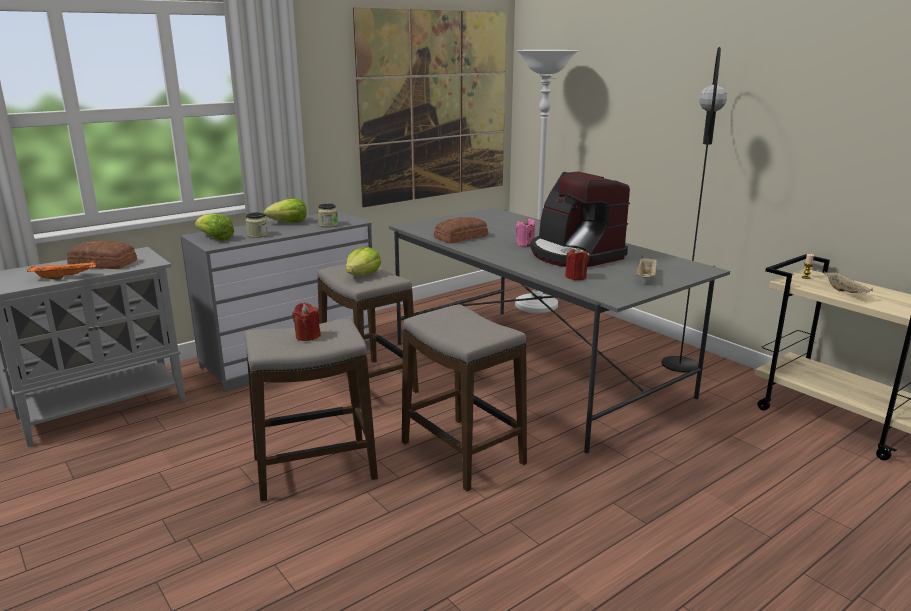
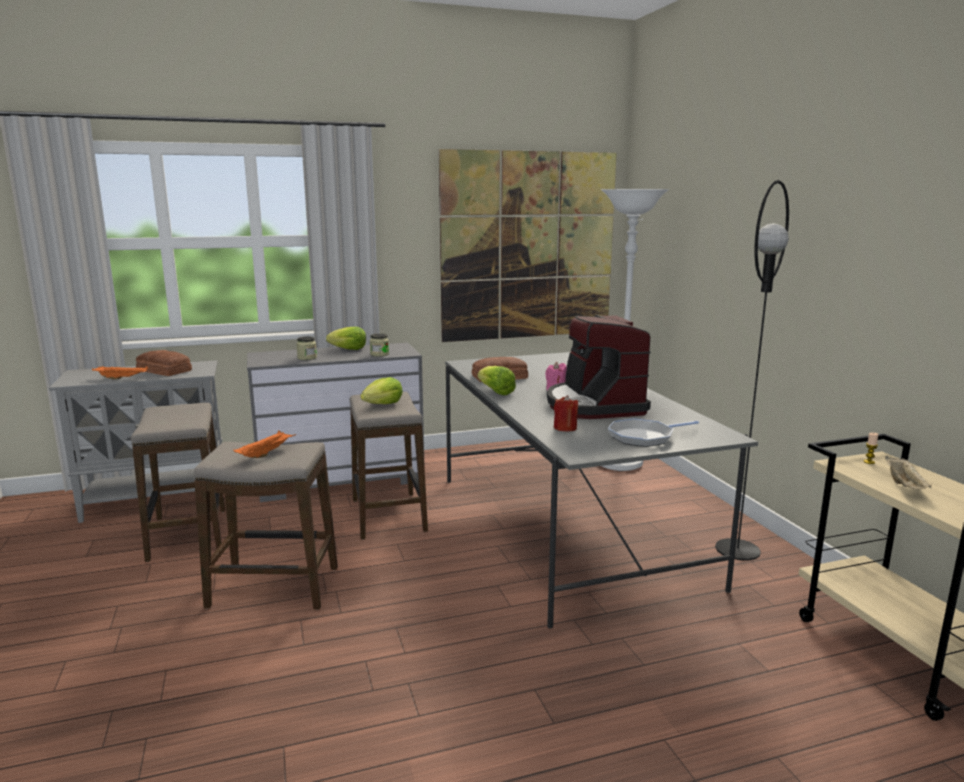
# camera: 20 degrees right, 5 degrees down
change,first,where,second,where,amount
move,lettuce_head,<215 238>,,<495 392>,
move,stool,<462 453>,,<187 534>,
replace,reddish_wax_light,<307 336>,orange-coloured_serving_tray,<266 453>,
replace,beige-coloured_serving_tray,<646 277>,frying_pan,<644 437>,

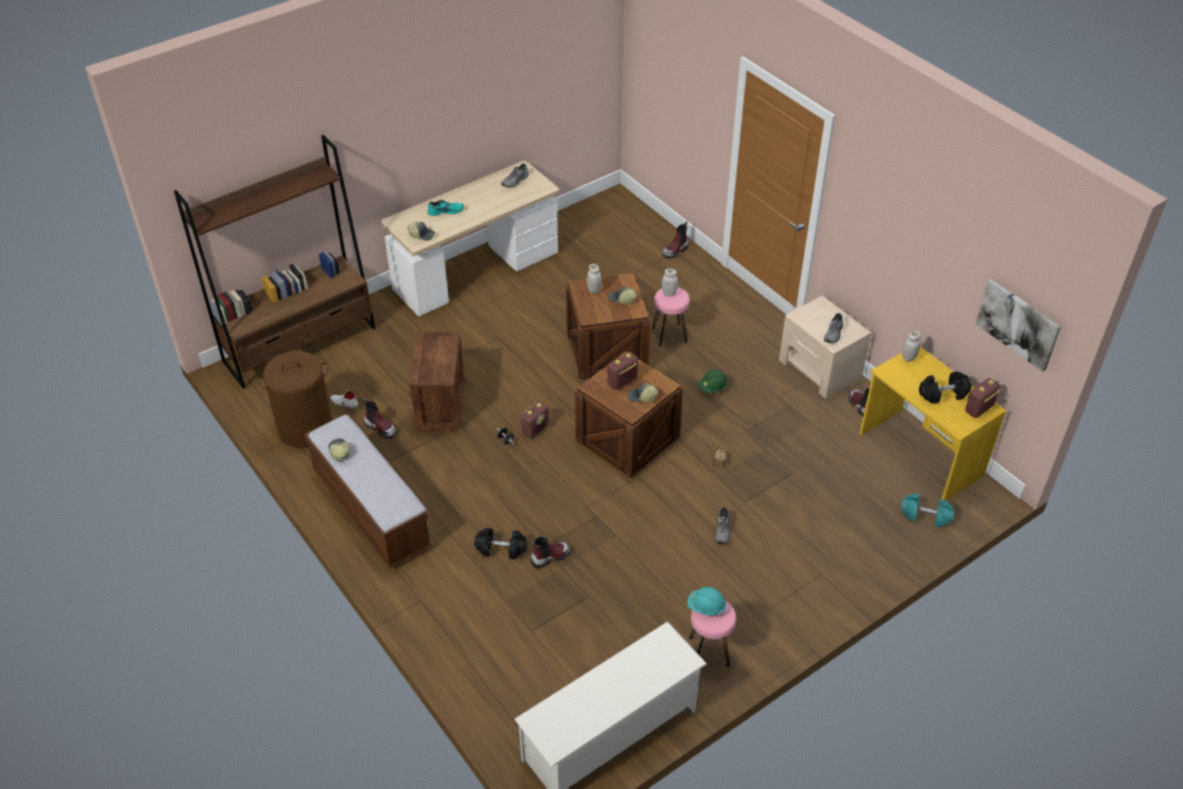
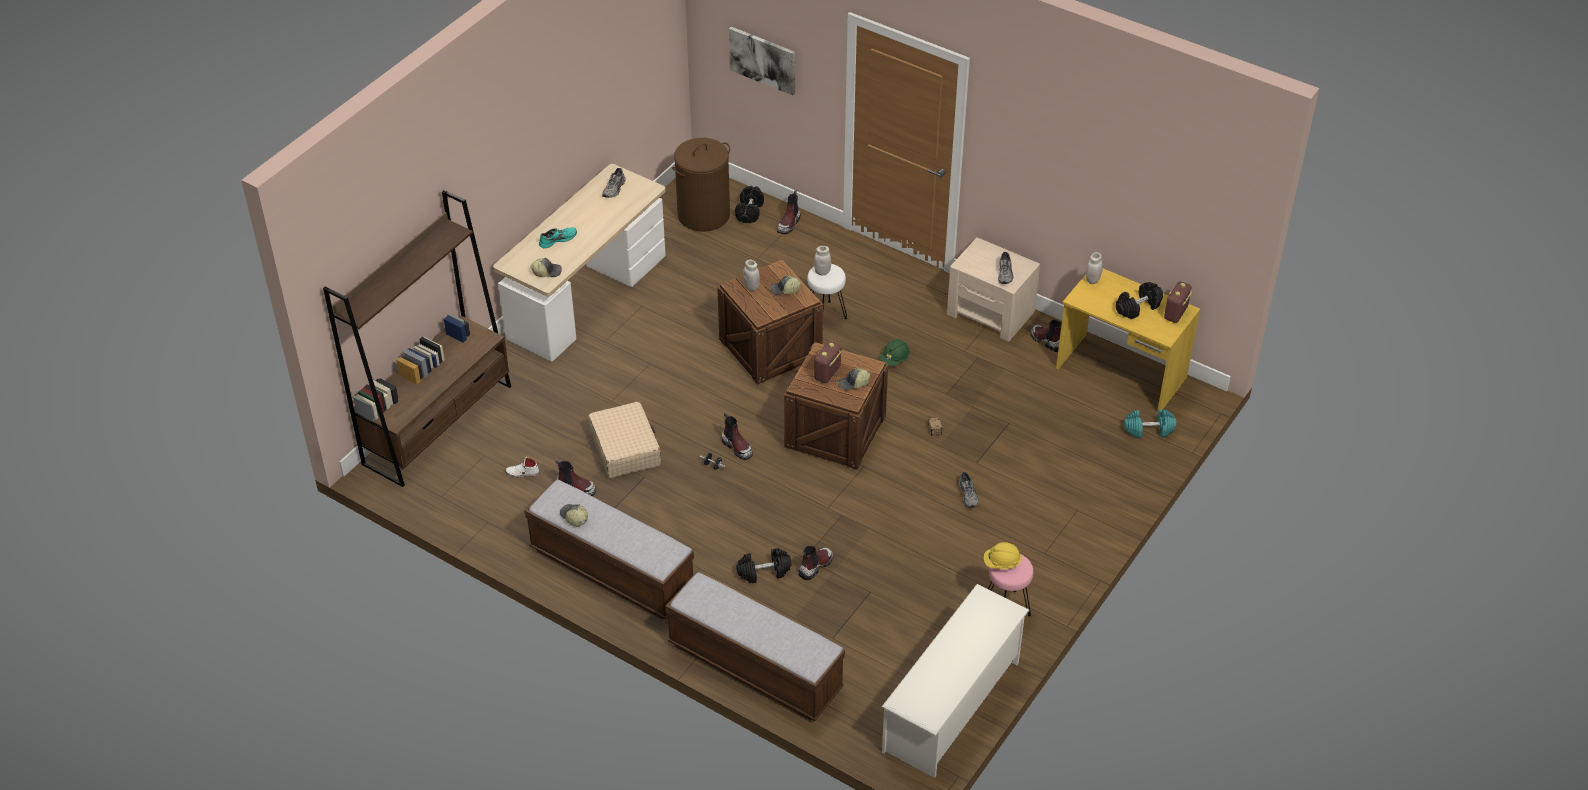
# camera: 20 degrees left, 0 degrees up
change,first,where,second,where,amount
insert,,,bench,<755 667>,
insert,,,black-coloured_free_weight,<749 212>,
move,brownish_washing_basket,<306 428>,,<703 214>,
move,wall_art,<1018 324>,,<763 59>,
replace,shipping_crate,<439 404>,beige-coloured_suitcase,<625 448>,
replace,radio_set,<535 429>,tall_boot,<737 447>,
recolor,pink_stool,<670 334>,whitish_stool,<826 315>,
recolor,turquoise_hard_hat,<706 607>,yellowish_hard_hat,<1002 563>,

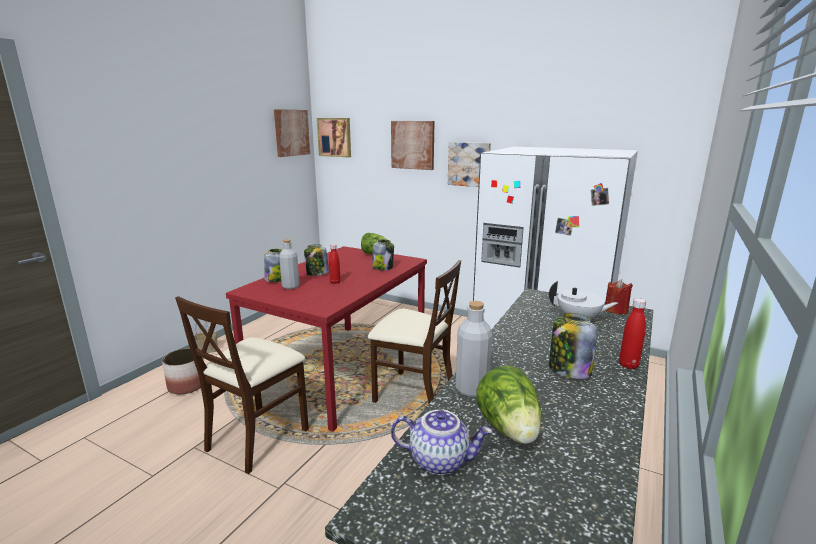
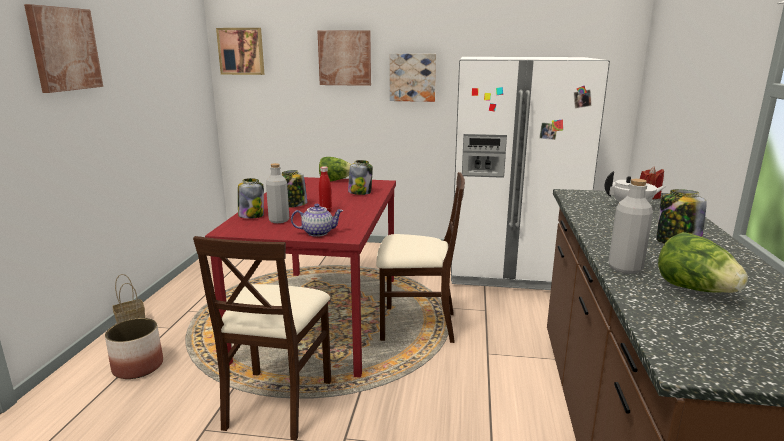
# camera: 20 degrees left, 0 degrees up
change,first,where,second,where,amount
delete,reddish_beverage_bottle,<628 365>,,,
move,wall_art,<291 132>,,<64 49>,
move,tea_pot,<440 460>,,<318 232>,

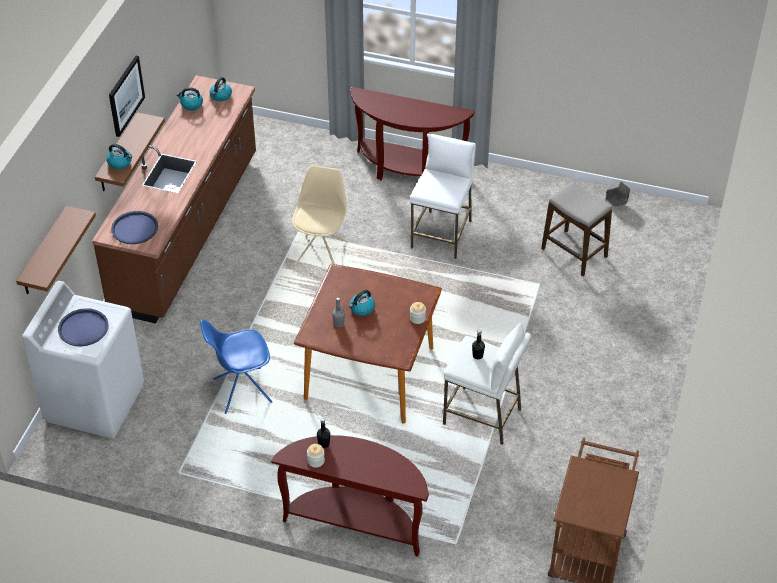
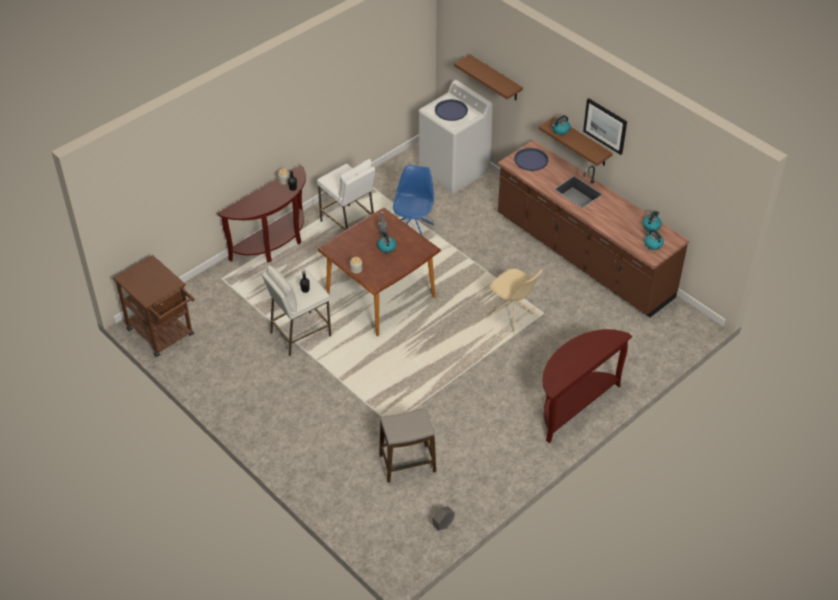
# camera: 120 degrees right, 0 degrees up
change,first,where,second,where,amount
move,whitish_stool,<442 234>,,<348 224>,

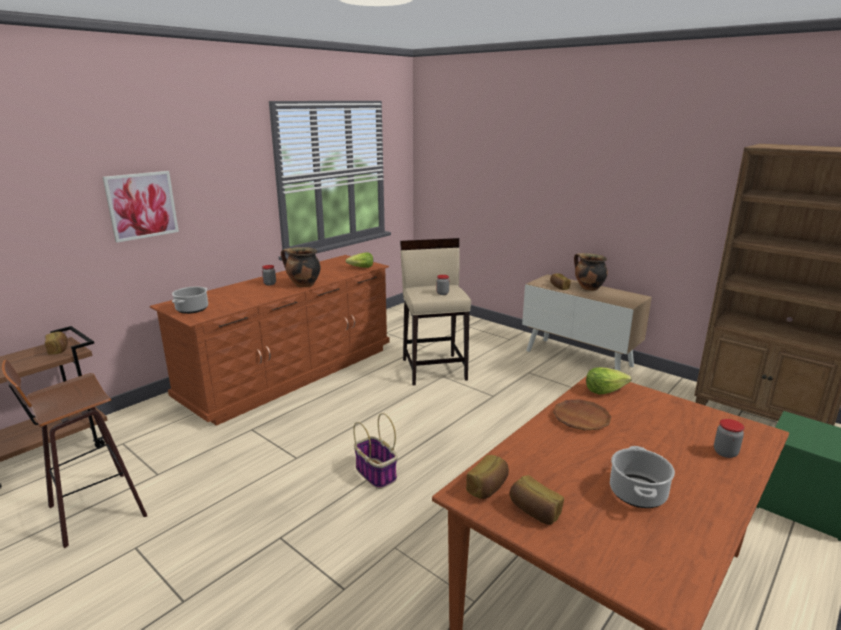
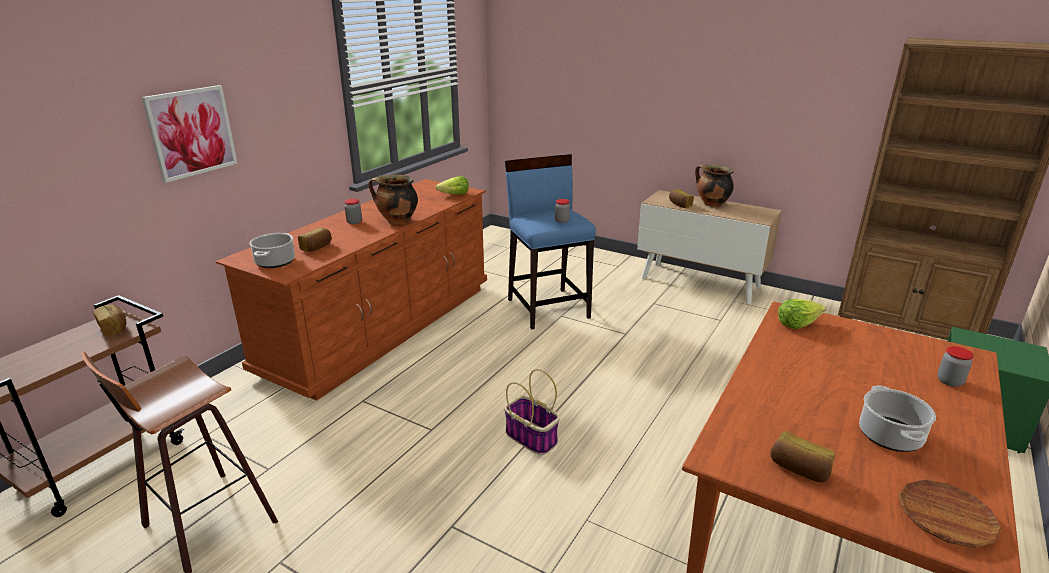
# camera: 10 degrees left, 5 degrees up
change,first,where,second,where,amount
move,baked_bread,<488 487>,,<317 247>,
move,brownish_dinner_plate,<581 418>,,<945 517>,
recolor,beige-coloured_stool,<434 369>,blue_stool,<548 308>,

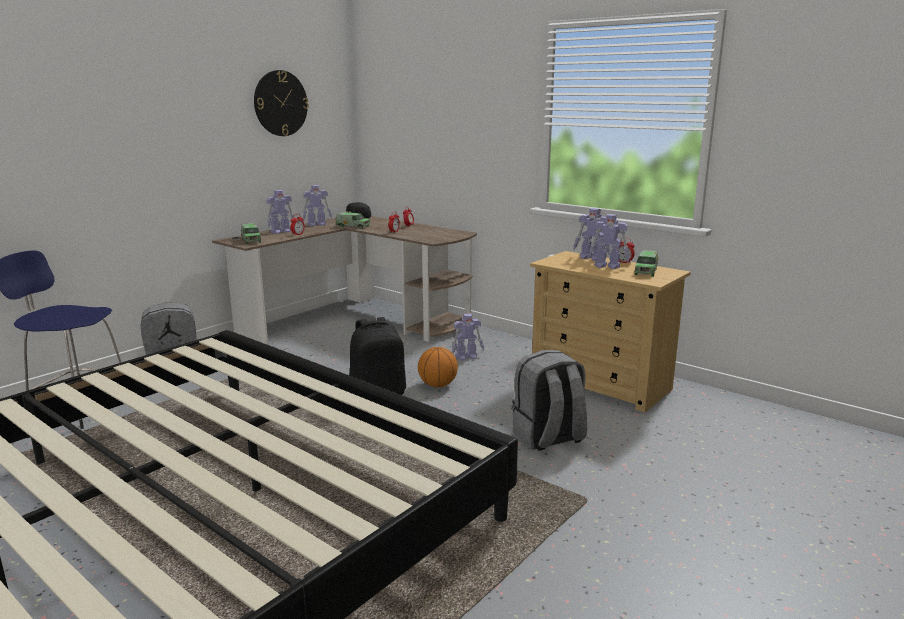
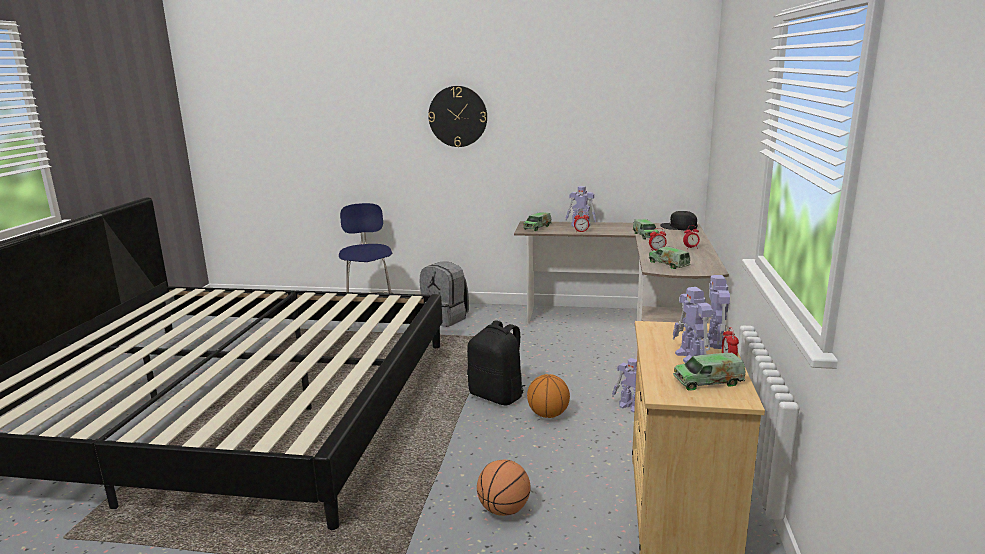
# camera: 60 degrees right, 0 degrees up
change,first,where,second,where,amount
delete,model_robot,<317 224>,,,
insert,,,model_truck,<668 264>,
move,wall_clock,<280 103>,,<458 116>,
replace,gray_backpack,<548 438>,basketball,<504 510>,

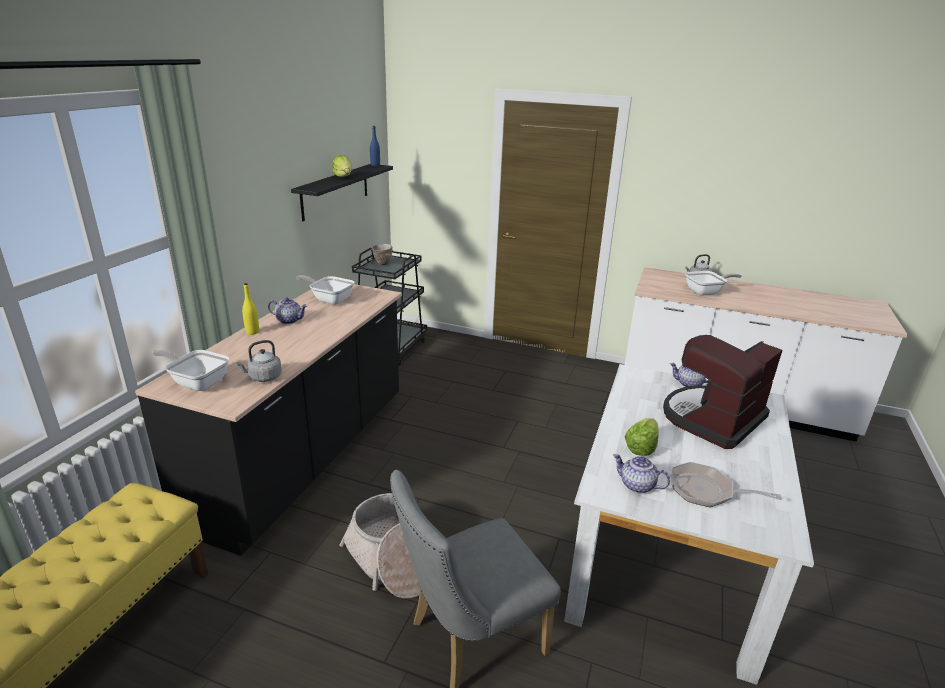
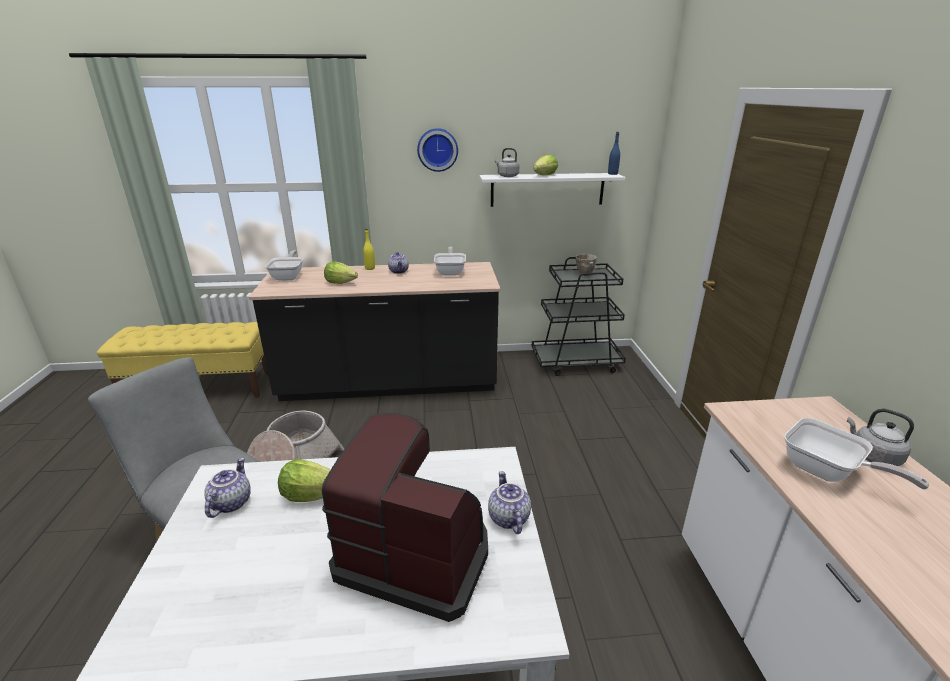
# camera: 65 degrees right, 0 degrees up
change,first,where,second,where,amount
delete,frying_pan,<706 491>,,,
insert,,,lettuce_head,<340 282>,
insert,,,wall_clock,<437 149>,
move,gray_water_kettle,<263 377>,,<507 176>,
recolor,black-coloured_wall_shelf,<335 191>,whitish_wall_shelf,<547 189>,

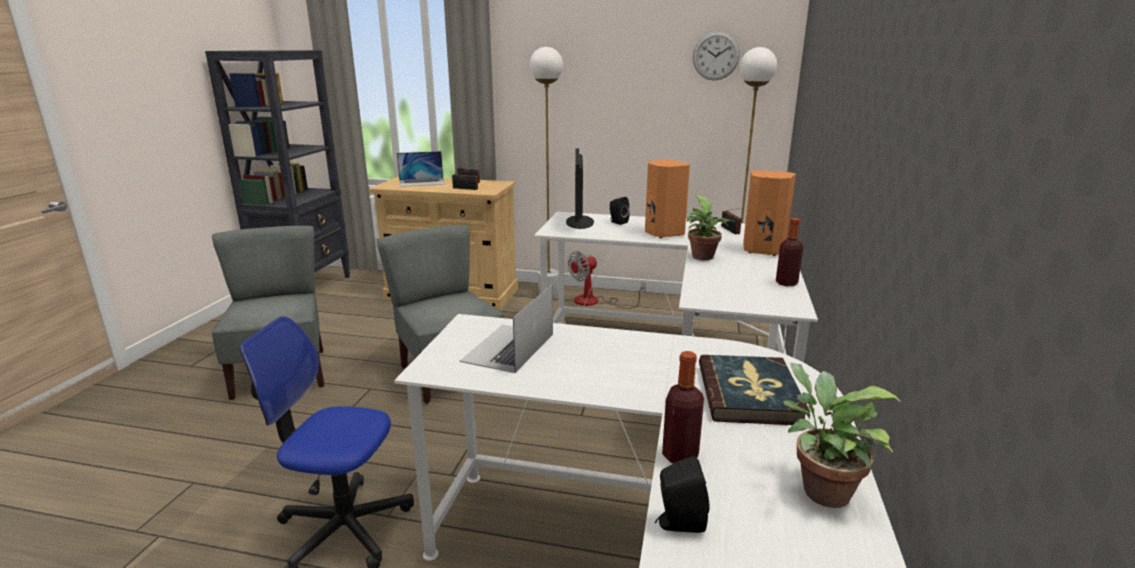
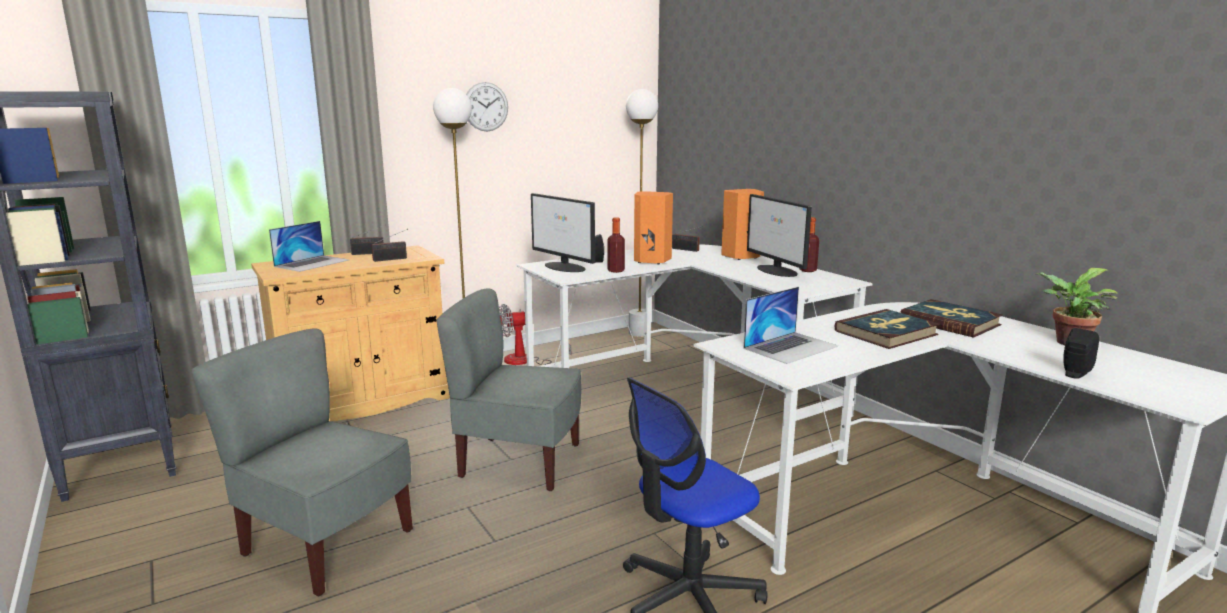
# camera: 45 degrees left, 5 degrees down
change,first,where,second,where,amount
delete,houseplant,<704 258>,,,
insert,,,monitor,<777 271>,
insert,,,book,<886 333>,
move,beverage_bottle,<680 456>,,<616 271>,
move,wall_clock,<716 56>,,<486 106>,
rotate,notebook_computer,<508 347>,,<790 347>,105 degrees counterclockwise
rotate,cooling_fan,<595 302>,,<526 362>,60 degrees clockwise

